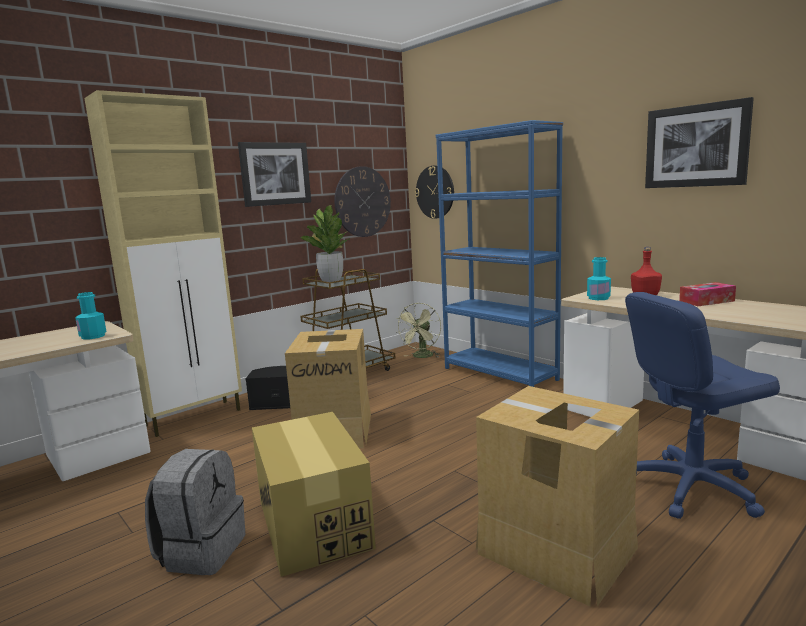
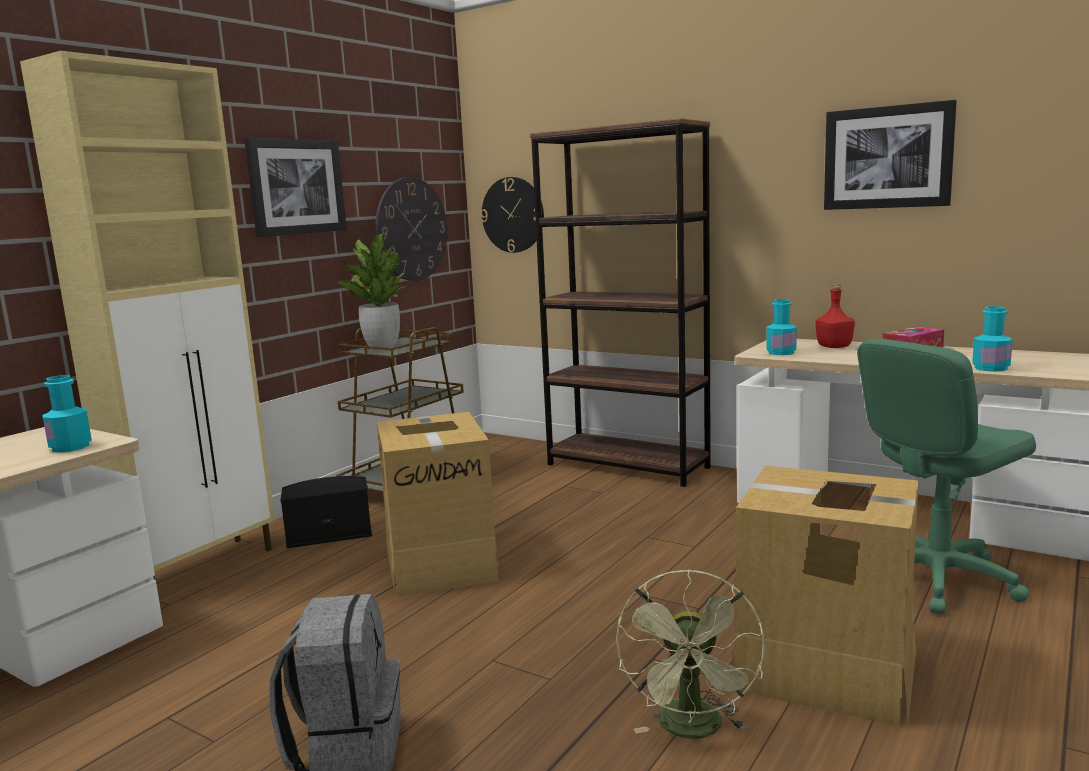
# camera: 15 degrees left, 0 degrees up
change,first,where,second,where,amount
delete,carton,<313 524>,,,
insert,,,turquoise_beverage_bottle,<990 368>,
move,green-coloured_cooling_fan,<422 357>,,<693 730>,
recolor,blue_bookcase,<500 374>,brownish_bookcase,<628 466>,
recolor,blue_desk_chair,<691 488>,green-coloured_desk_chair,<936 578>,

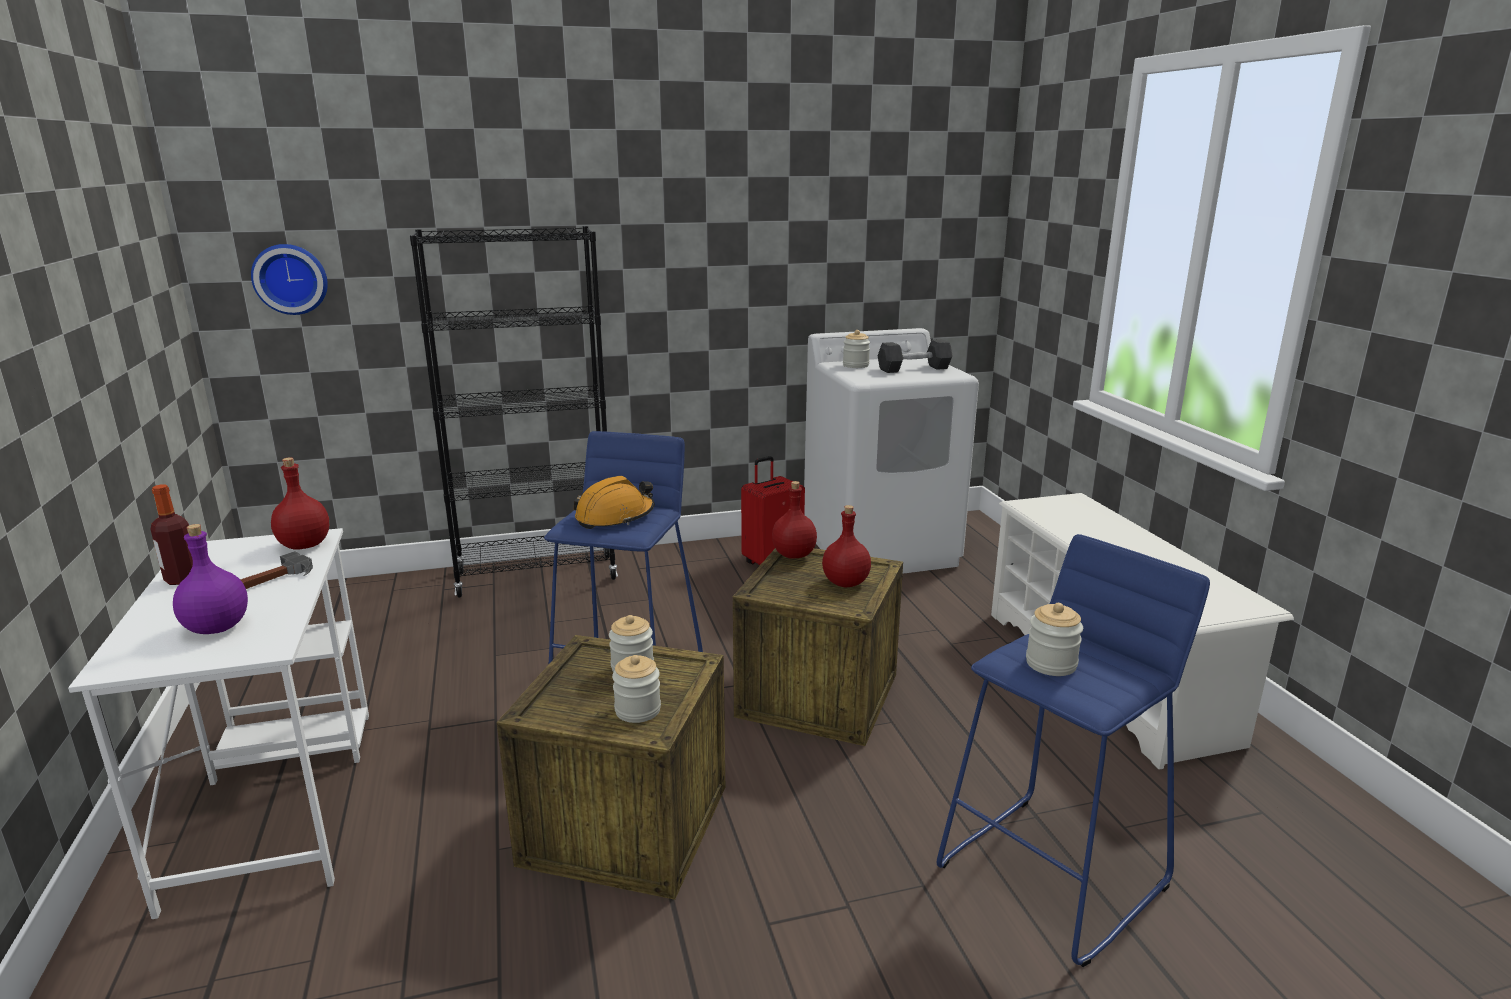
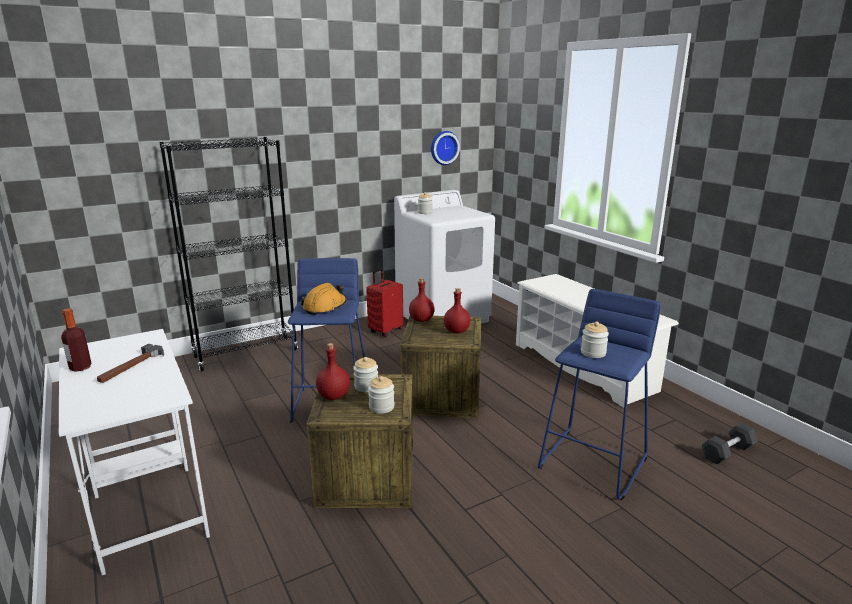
# camera: 15 degrees left, 0 degrees up
change,first,where,second,where,amount
delete,purple_beverage_bottle,<218 628>,,,
move,wall_clock,<291 279>,,<443 147>,
move,reddish_beverage_bottle,<303 545>,,<333 396>,
move,black-coloured_free_weight,<914 369>,,<727 452>,

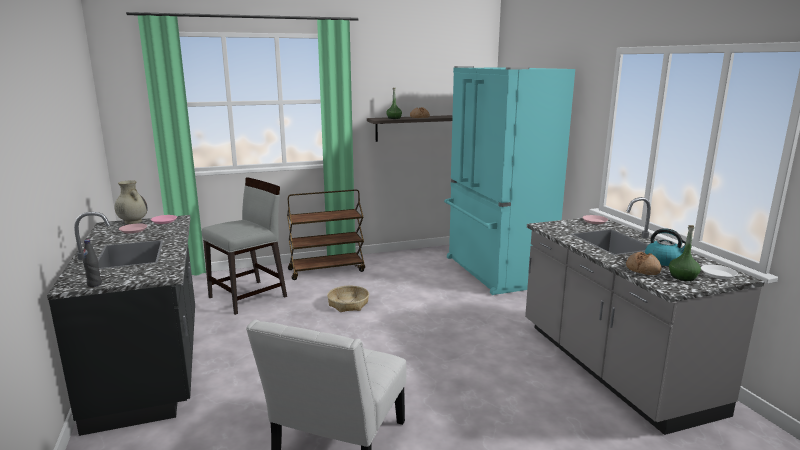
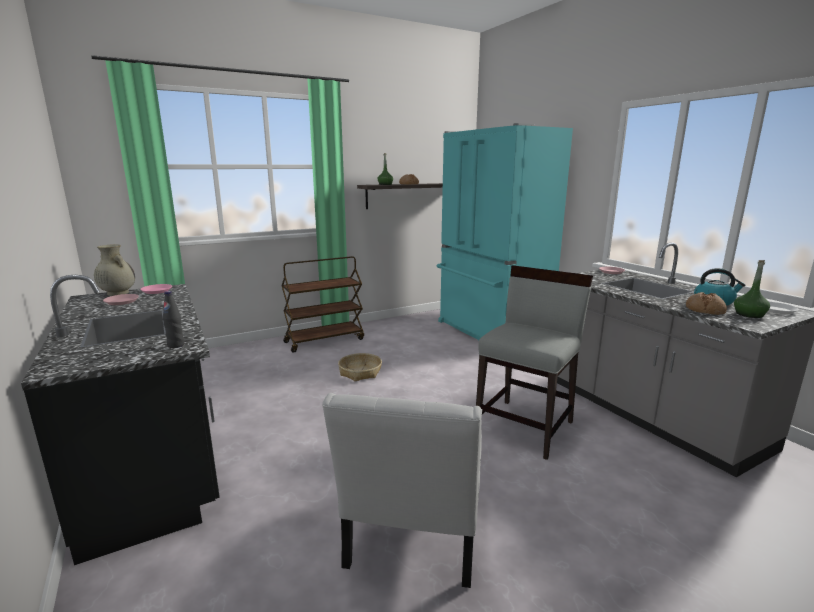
# camera: 10 degrees left, 0 degrees up
change,first,where,second,where,amount
move,black-coloured_beverage_bottle,<94 284>,,<176 345>,
move,gray_chair,<249 297>,,<525 427>,

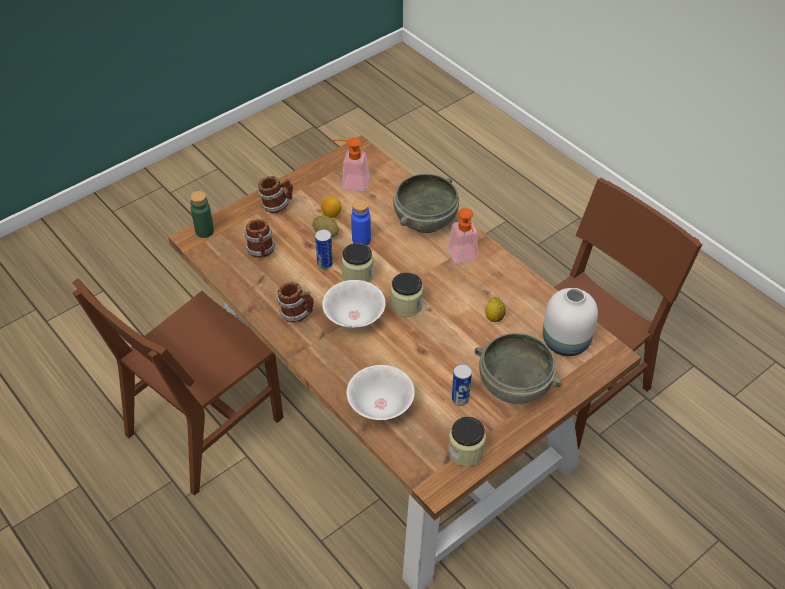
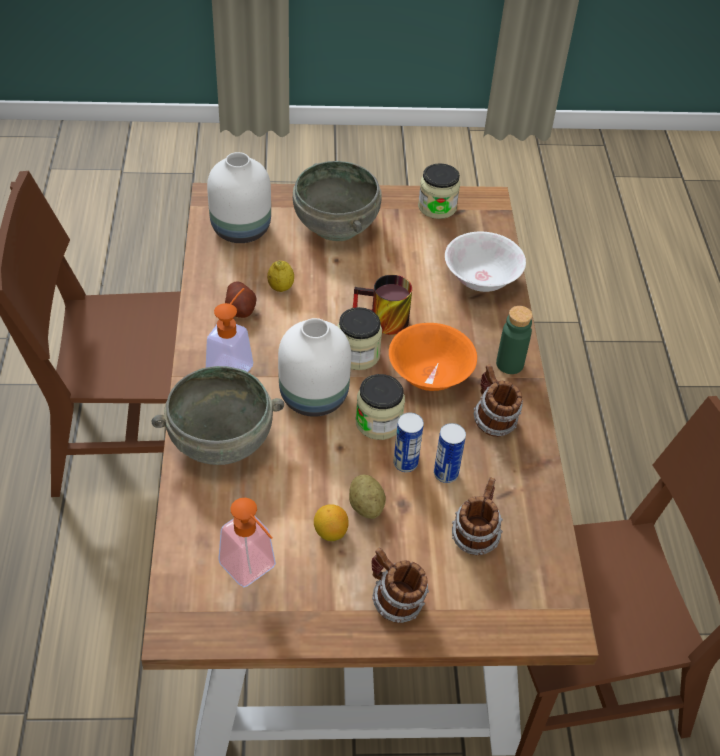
# camera: 145 degrees left, 0 degrees up
change,first,where,second,where,amount
delete,blue_beverage_bottle,<361 240>,,,
insert,,,whole_potato,<240 309>,
insert,,,whitish_vase,<314 398>,
insert,,,mug,<382 322>,
move,green-coloured_beverage_bottle,<204 231>,,<509 364>,
move,can,<460 399>,,<445 473>,
recolor,whitish_bowl,<354 317>,orange-coloured_bowl,<429 376>,

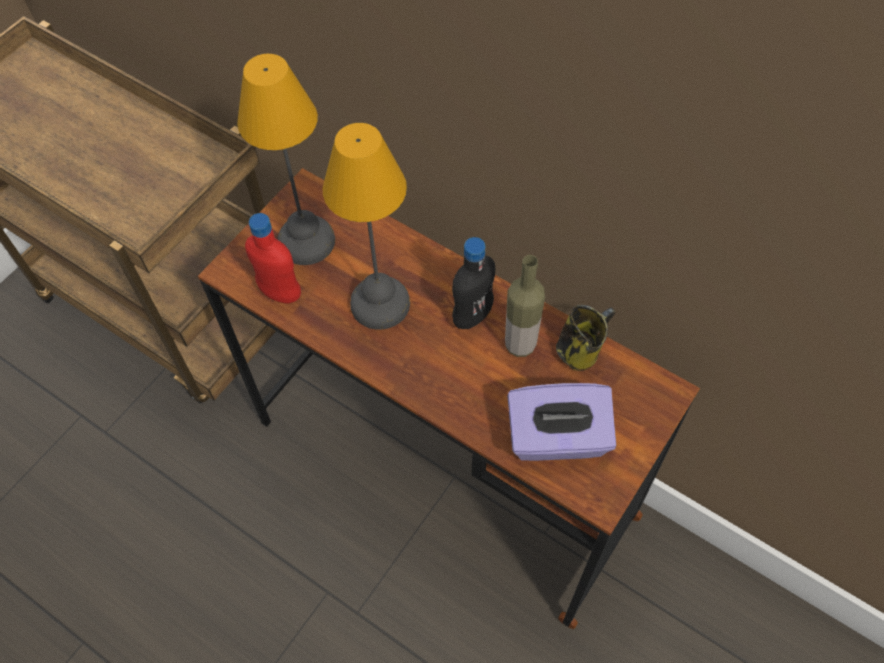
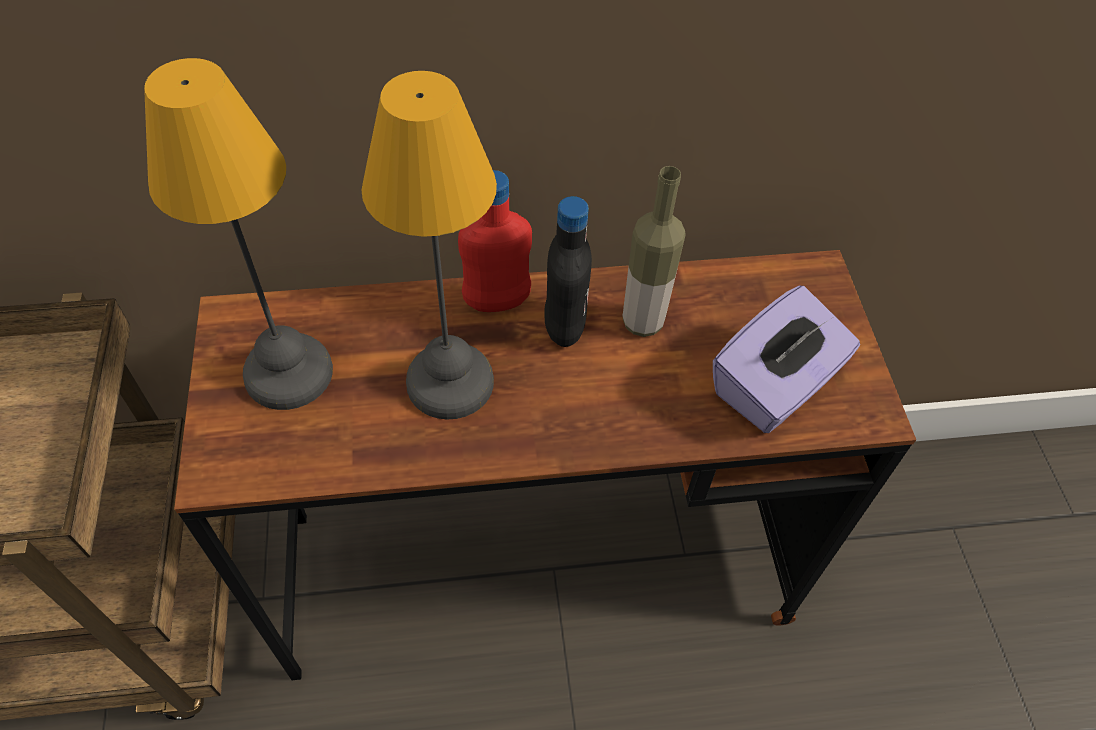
# camera: 45 degrees left, 5 degrees down
change,first,where,second,where,amount
delete,mug,<580 351>,,,
move,reddish_beverage_bottle,<280 293>,,<497 302>,

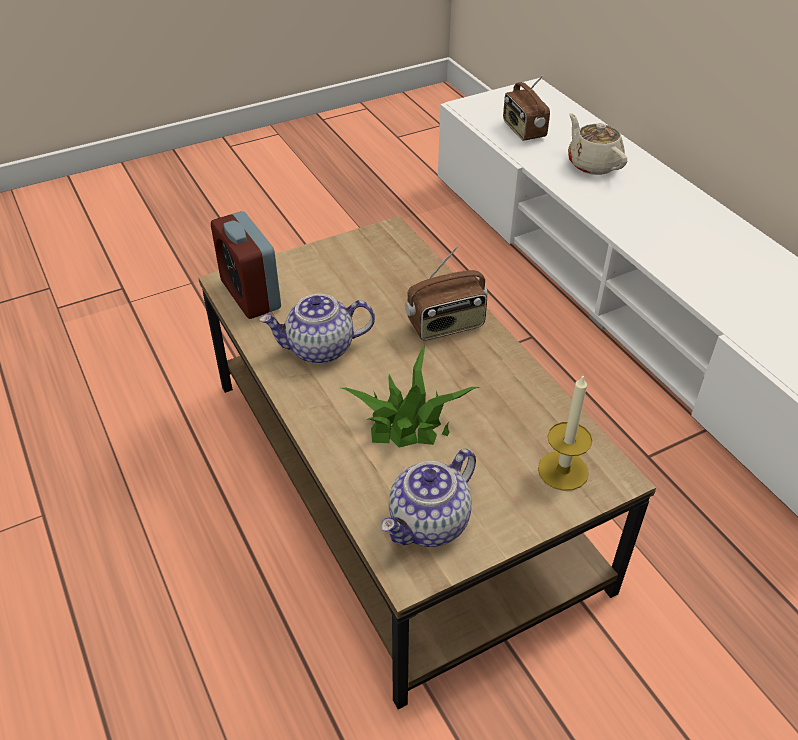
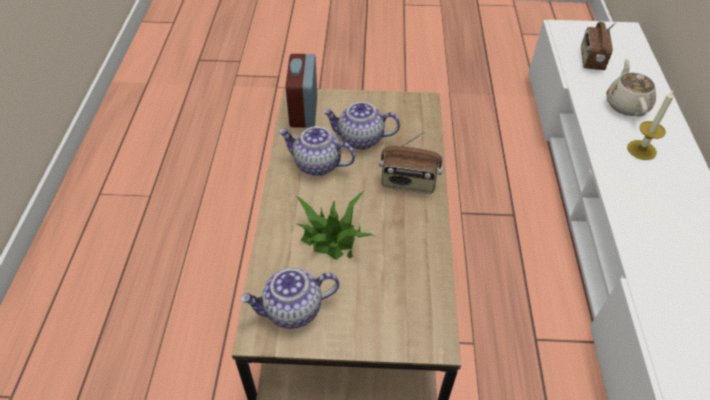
# camera: 30 degrees right, 5 degrees up
change,first,where,second,where,amount
insert,,,tea_pot,<360 139>,
move,wax_light,<563 470>,,<641 150>,

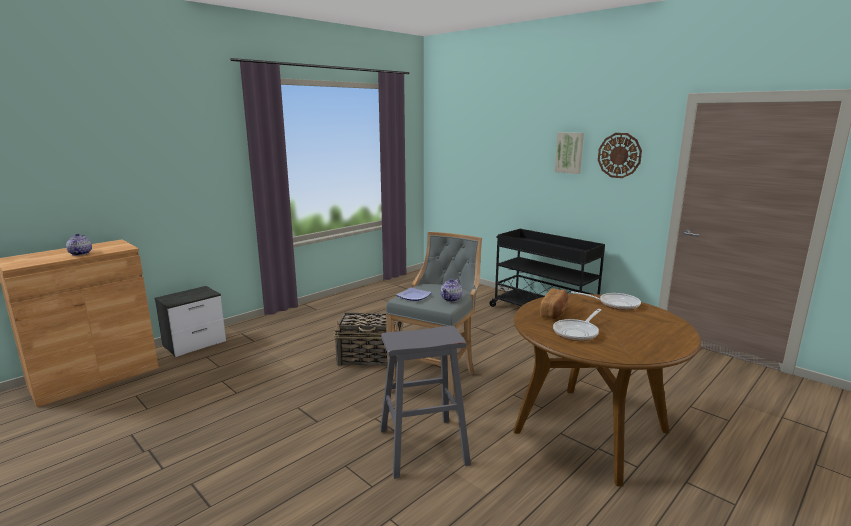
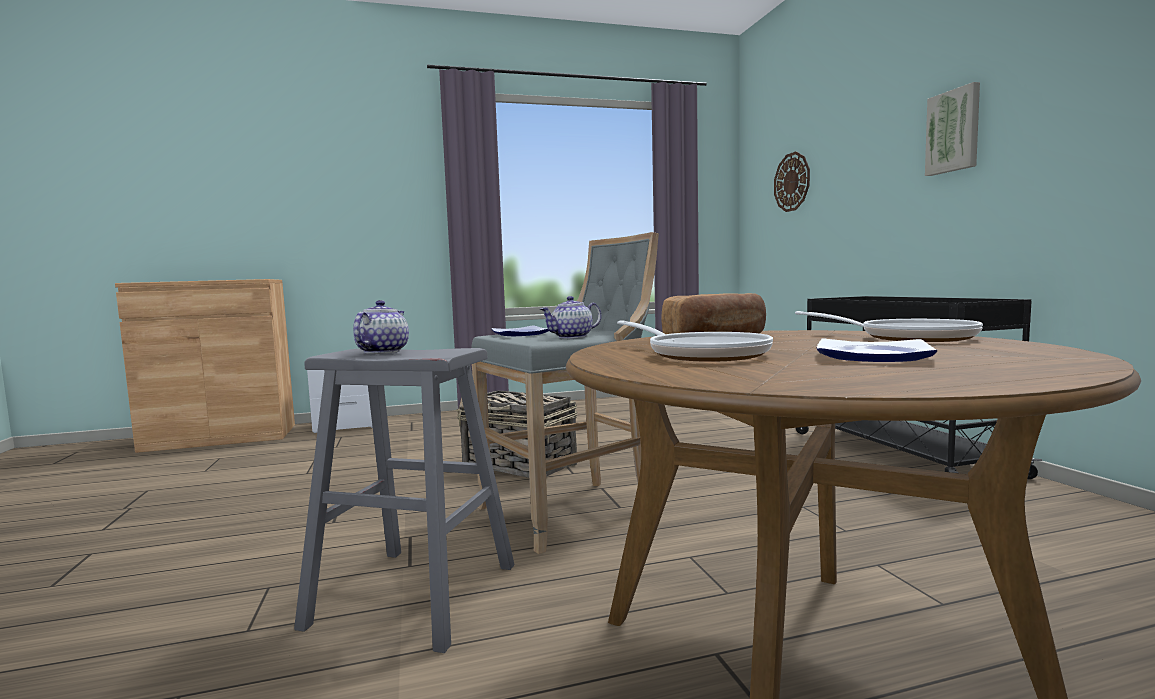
# camera: 30 degrees right, 10 degrees down
change,first,where,second,where,amount
insert,,,dinner_plate,<875 357>,
move,tea_pot,<80 253>,,<382 351>,
move,wall_clock,<619 155>,,<792 182>,
rotate,frying_pan,<577 332>,,<701 354>,105 degrees counterclockwise

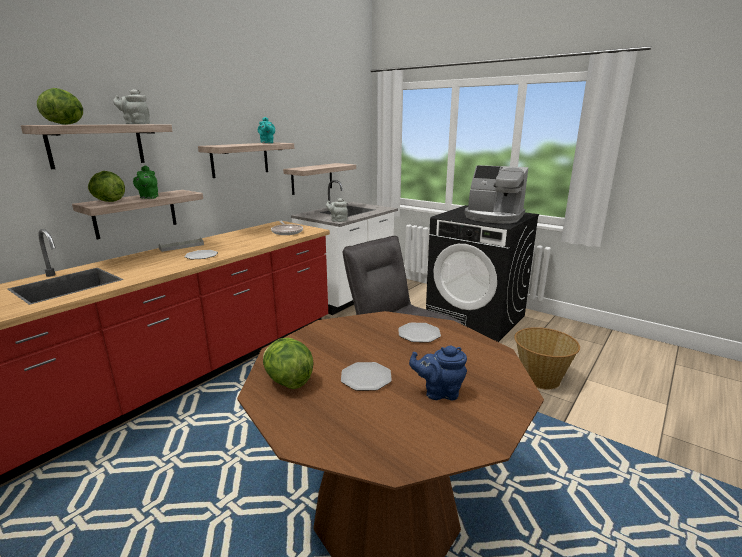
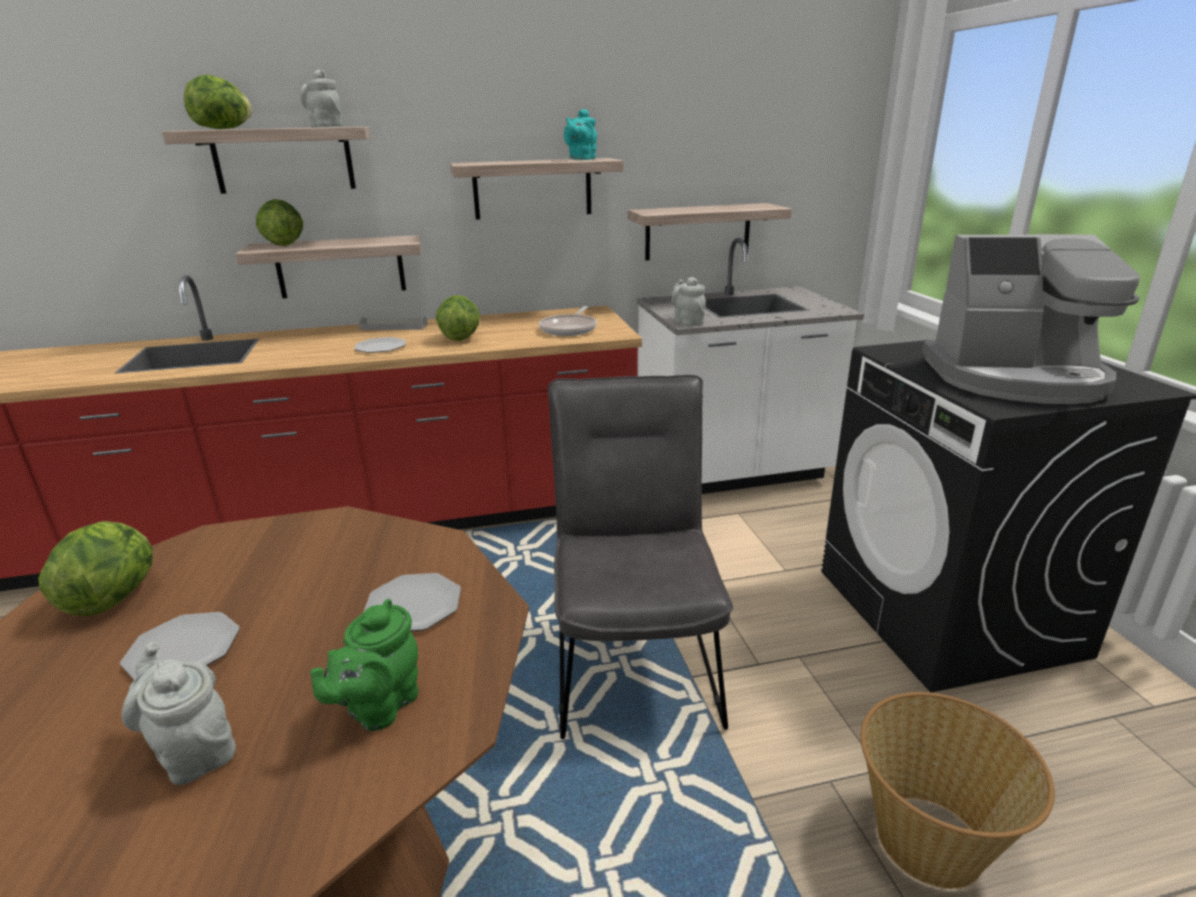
# camera: 40 degrees right, 5 degrees up
change,first,where,second,where,amount
insert,,,lettuce_head,<460 338>,
move,green-coloured_tea_pot,<148 197>,,<379 707>,
recolor,blue_tea_pot,<439 392>,gray_tea_pot,<193 750>,
rotate,coffee_brewer,<493 217>,,<1015 378>,60 degrees counterclockwise

